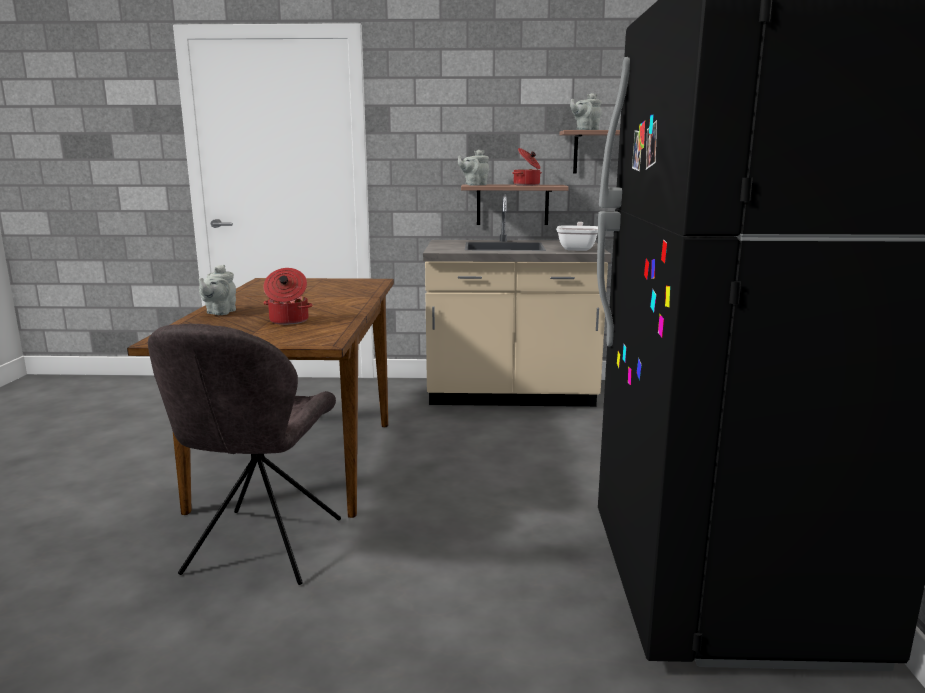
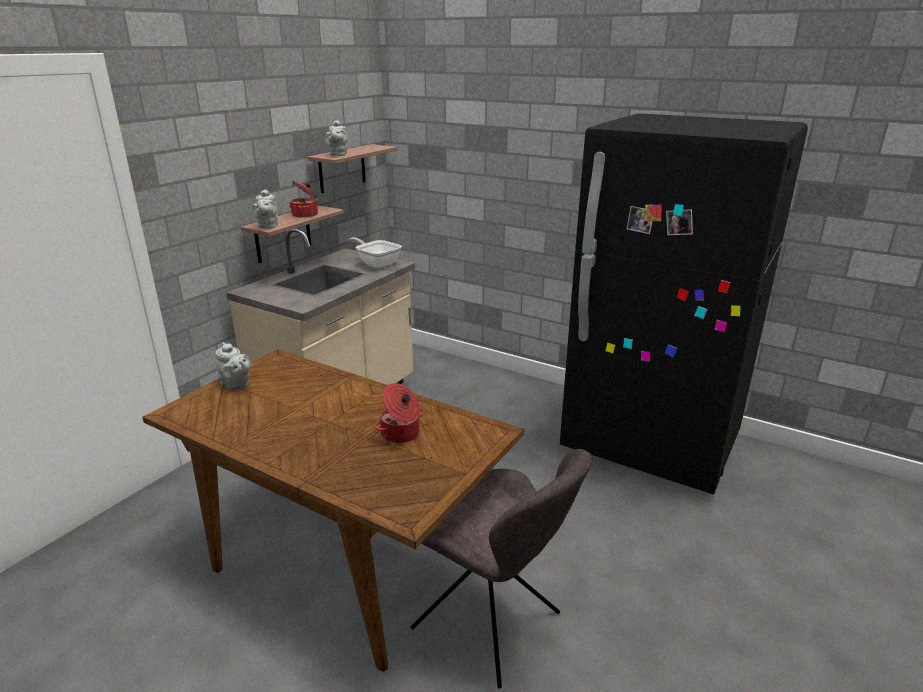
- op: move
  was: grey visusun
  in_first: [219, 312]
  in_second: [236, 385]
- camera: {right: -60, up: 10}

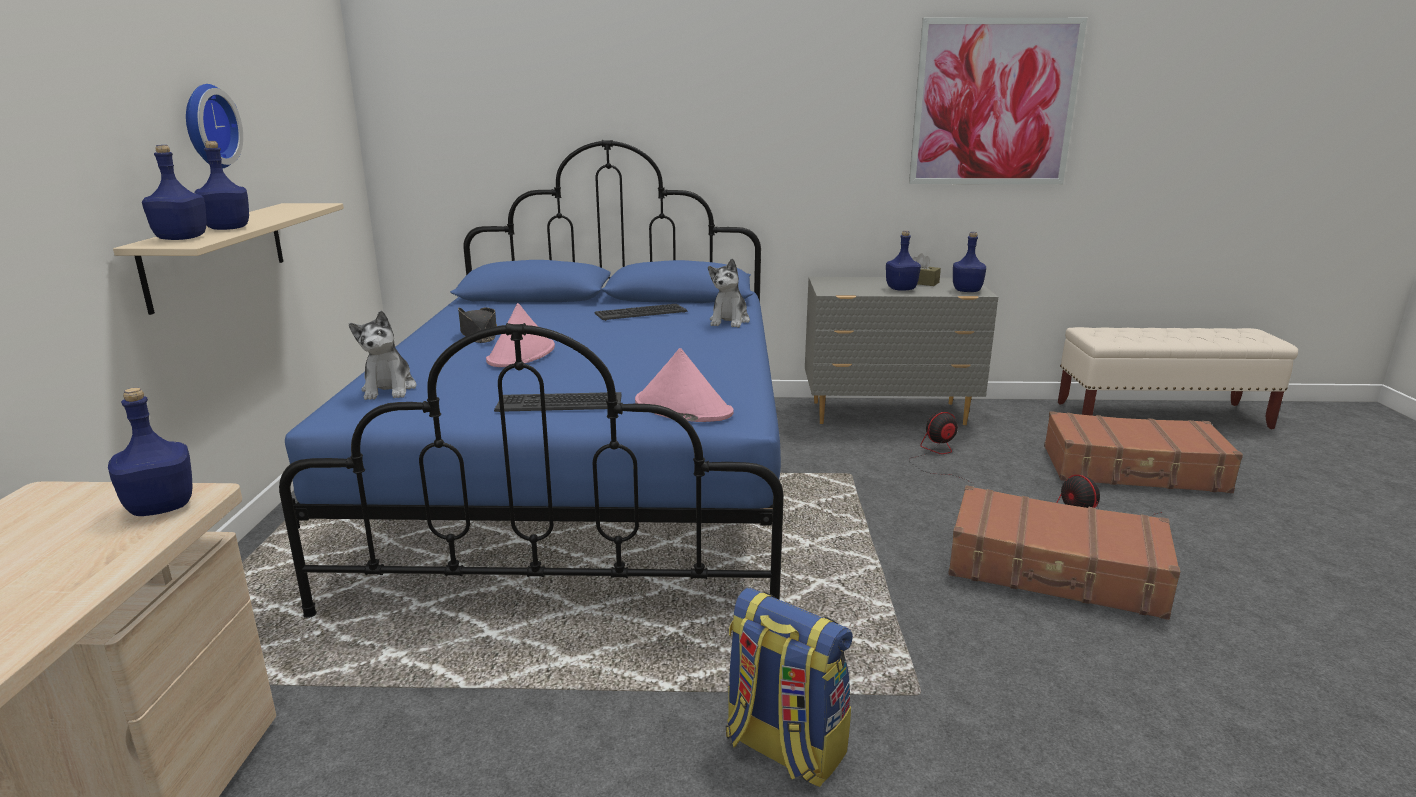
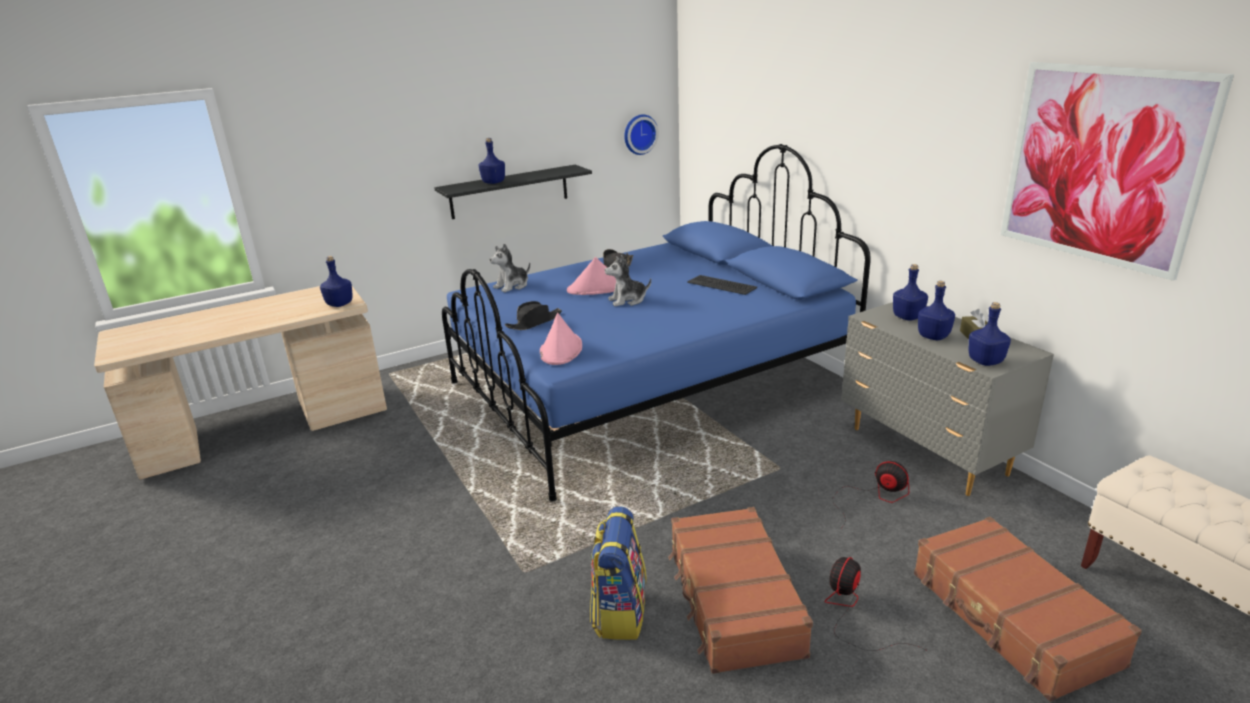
- op: recolor
  was: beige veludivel
  now: black veludivel
  in_first: [217, 253]
  in_second: [509, 192]
- op: move
  was: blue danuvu
  in_first: [181, 239]
  in_second: [907, 317]
- op: move
  was: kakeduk
  in_first: [207, 126]
  in_second: [639, 134]
- op: replace
  was: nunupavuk
  now: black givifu
  in_first: [560, 403]
  in_second: [534, 322]
- op: move
  was: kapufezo
  in_first: [729, 321]
  in_second: [627, 300]
- op: move
  was: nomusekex
  in_first: [783, 747]
  in_second: [619, 612]
- camera: {right: 60, up: 5}

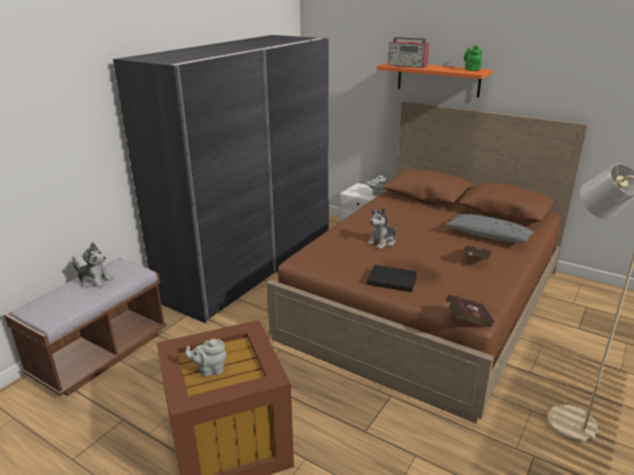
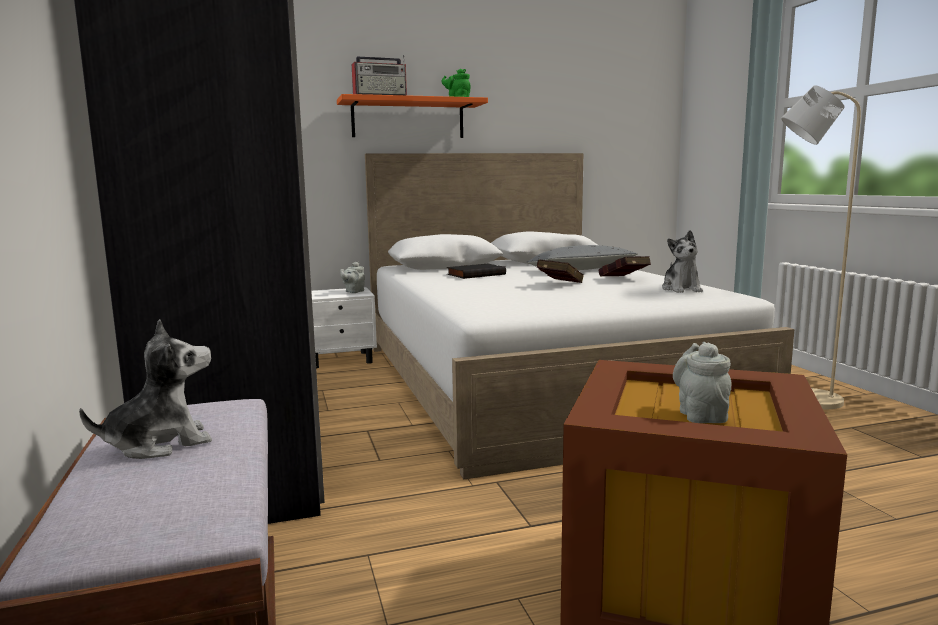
- op: rotate
  was: grey visusun
  in_first: [210, 370]
  in_second: [700, 414]
  clockwise: 150
- op: recolor
  was: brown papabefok
  now: white papabefok
  in_first: [427, 302]
  in_second: [537, 382]
- op: move
  was: kapufezo
  in_first: [382, 242]
  in_second: [681, 289]
- op: move
  was: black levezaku
  in_first: [392, 280]
  in_second: [475, 274]
- op: move
  was: red levezaku
  in_first: [466, 320]
  in_second: [558, 284]
- camera: {right: -50, up: -15}

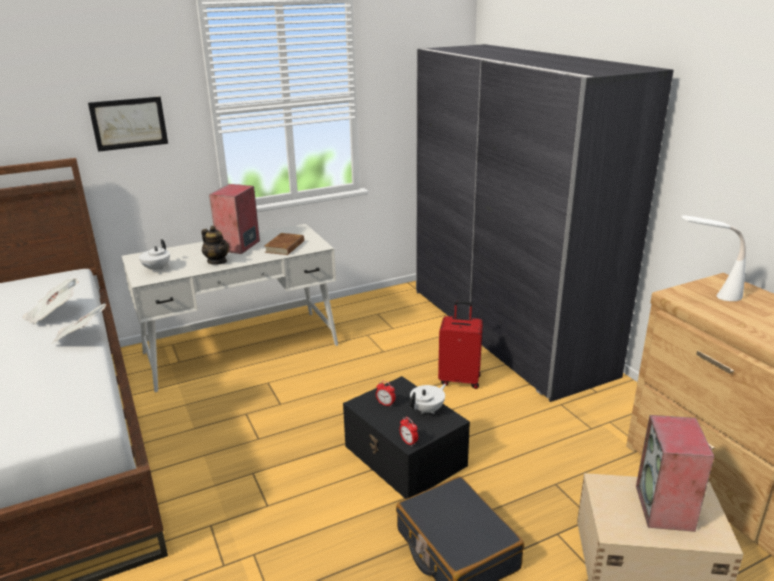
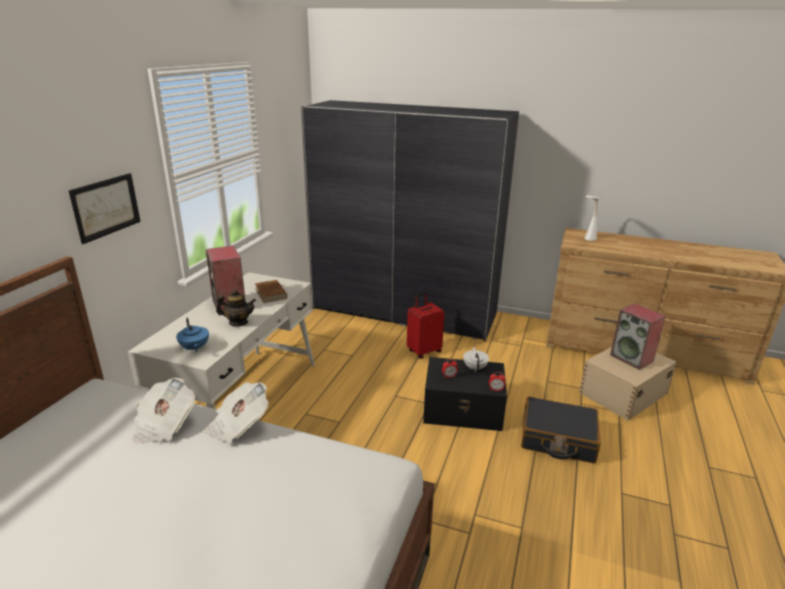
- op: recolor
  was: white visusun
  now: blue visusun
  in_first: [156, 269]
  in_second: [194, 348]
- camera: {right: -45, up: 0}

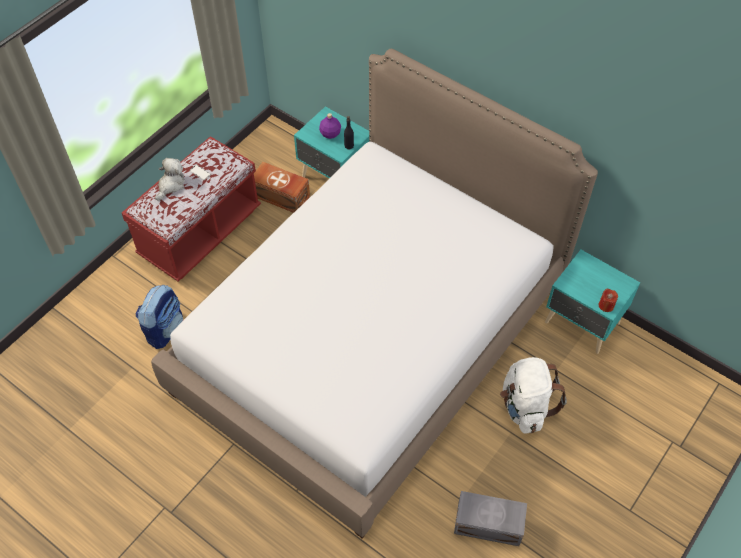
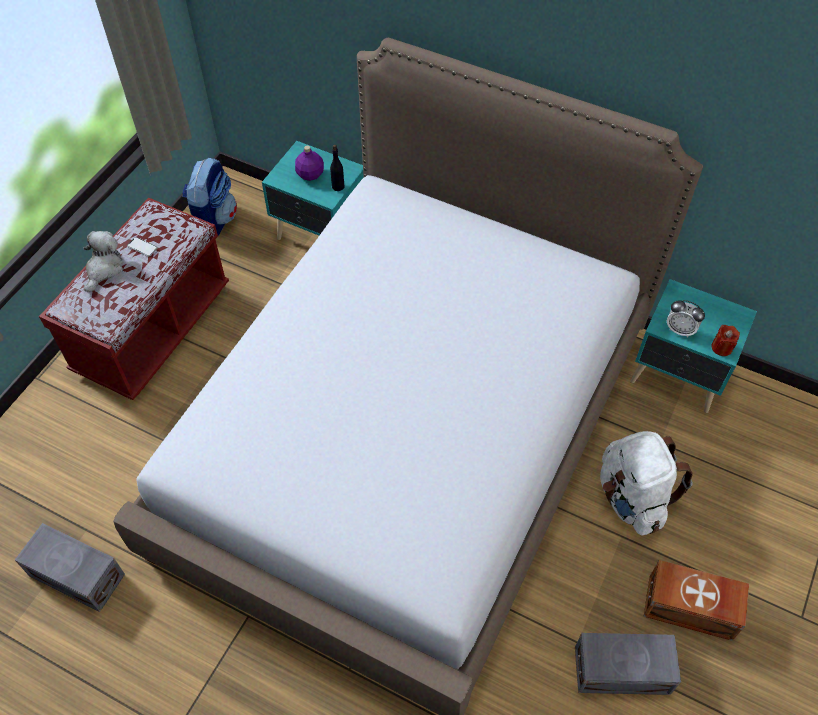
- op: move
  was: nomusekex
  in_first: [165, 329]
  in_second: [214, 219]
- op: move
  was: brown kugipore
  in_first: [281, 197]
  in_second: [691, 609]
- op: insert
  now: grey kugipore
  in_second: [77, 577]
- op: insert
  now: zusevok
  in_second: [680, 329]
- camera: {right: -10, up: 0}

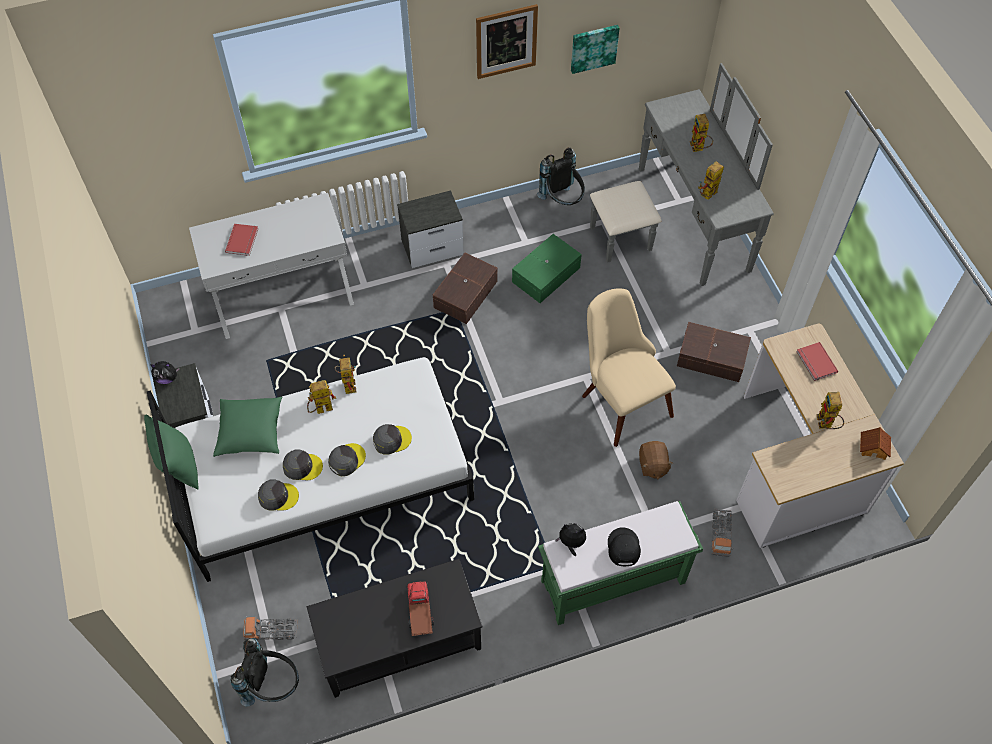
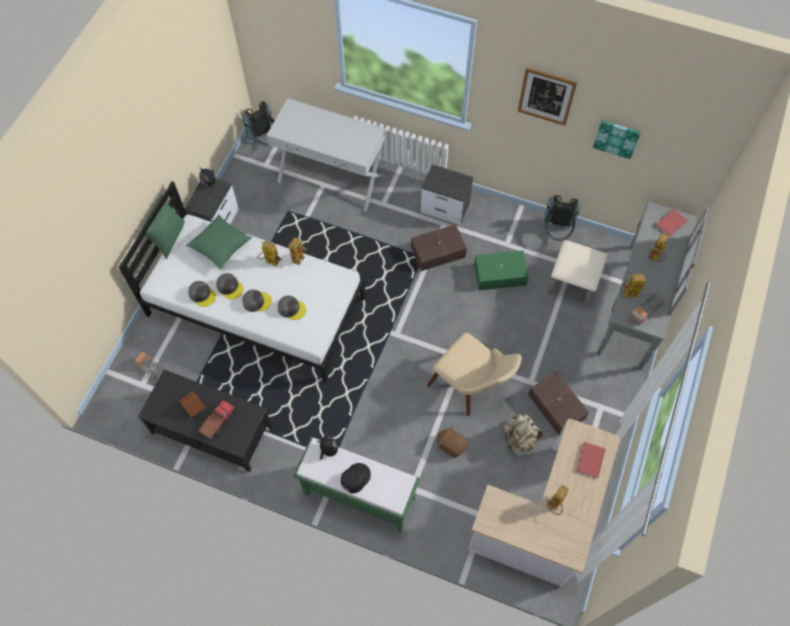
- op: move
  was: red levezaku
  in_first: [243, 240]
  in_second: [671, 224]
- op: move
  was: black nomusekex
  in_first: [272, 685]
  in_second: [266, 142]
- op: rotate
  was: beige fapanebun
  in_first: [620, 397]
  in_second: [472, 387]
  clockwise: 120
- op: rotate
  was: brown kapufezo
  in_first: [652, 465]
  in_second: [451, 445]
  clockwise: 90
- op: move
  was: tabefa
  in_first: [720, 534]
  in_second: [645, 310]
- op: move
  was: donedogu
  in_first: [873, 447]
  in_second: [193, 406]
- op: insert
  now: beige nomusekex
  in_second: [519, 438]
- camera: {right: 40, up: 5}

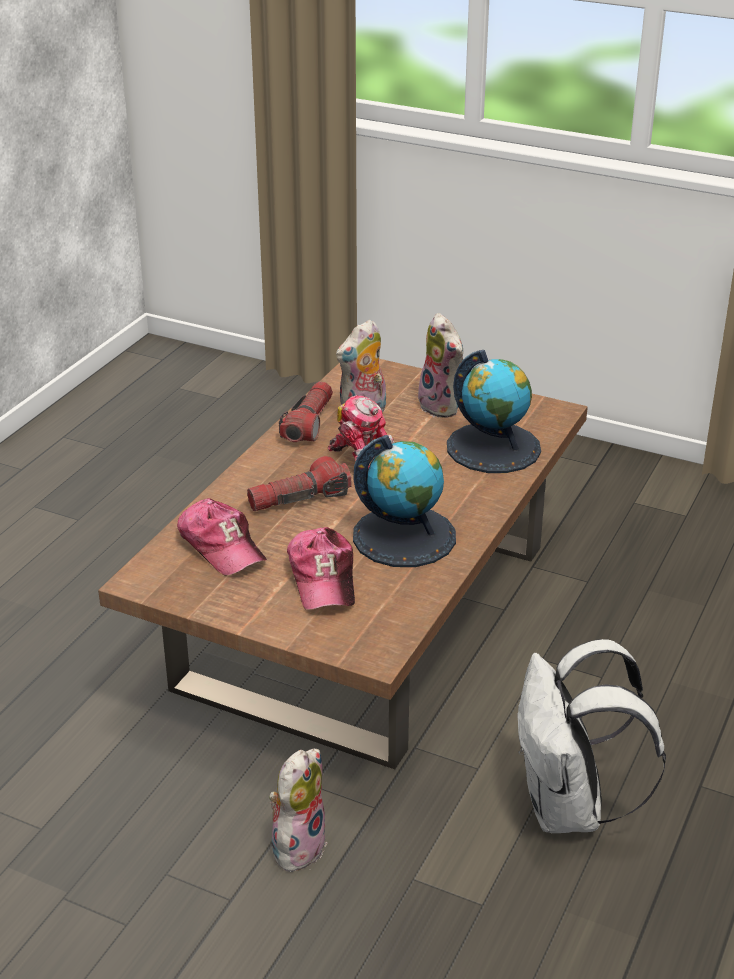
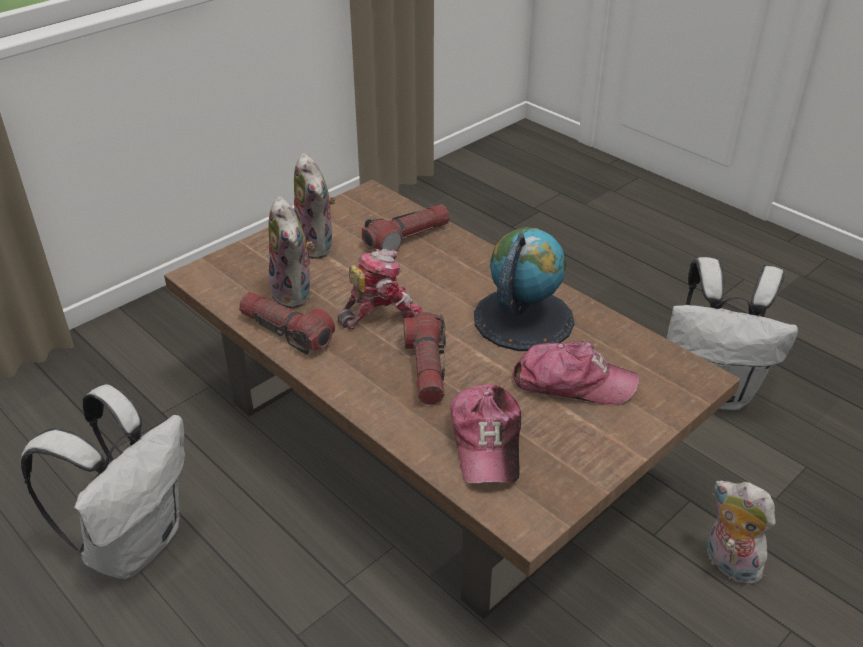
- op: rotate
  was: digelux
  in_first: [221, 546]
  in_second: [487, 441]
  clockwise: 105
- op: rotate
  was: kapufezo
  in_first: [443, 406]
  in_second: [317, 246]
  clockwise: 75
- op: replace
  was: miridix
  now: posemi
  in_first: [493, 447]
  in_second: [407, 238]
- op: insert
  now: white nomusekex
  in_second: [135, 542]
- camera: {right: -70, up: 5}

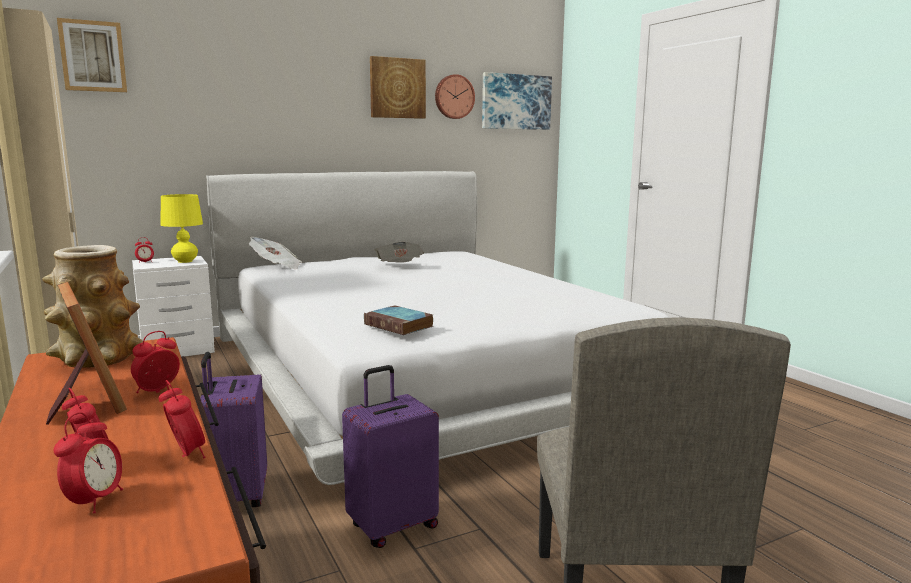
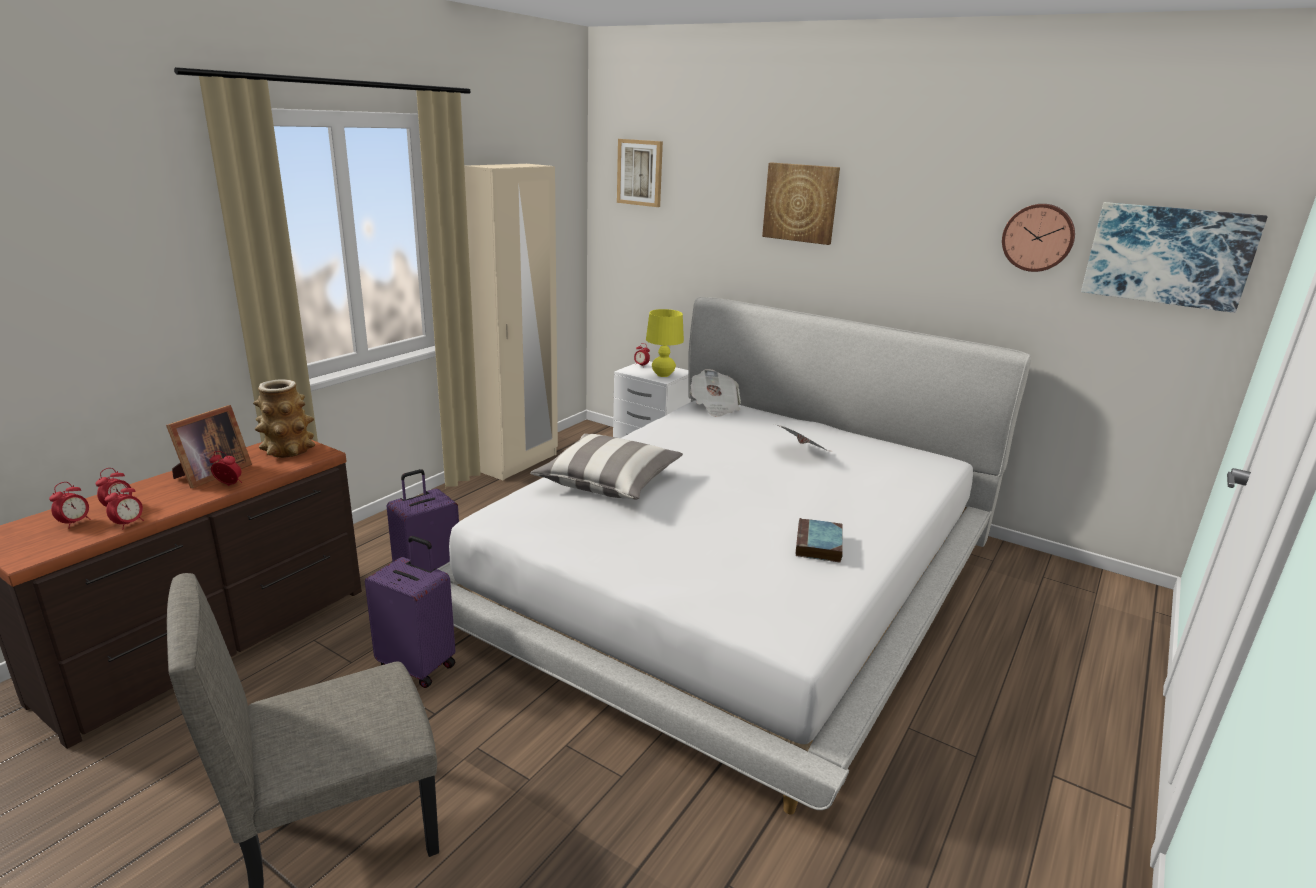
- op: rotate
  was: zusevok
  in_first: [95, 501]
  in_second: [75, 523]
  clockwise: -45
- op: move
  was: levezaku
  in_first: [400, 325]
  in_second: [819, 545]
- op: move
  was: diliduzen
  in_first: [397, 88]
  in_second: [801, 203]
- op: insert
  now: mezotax
  in_second: [608, 483]
- camera: {right: 60, up: 10}

